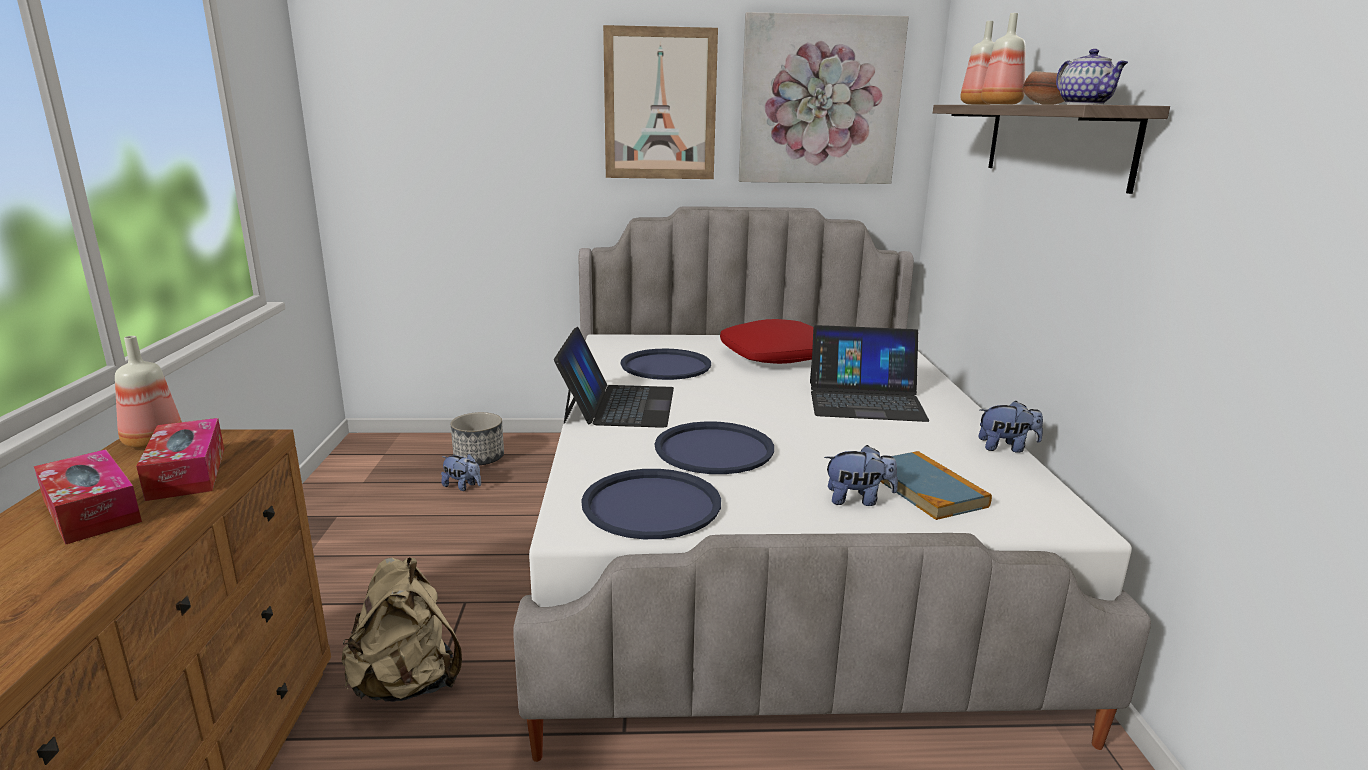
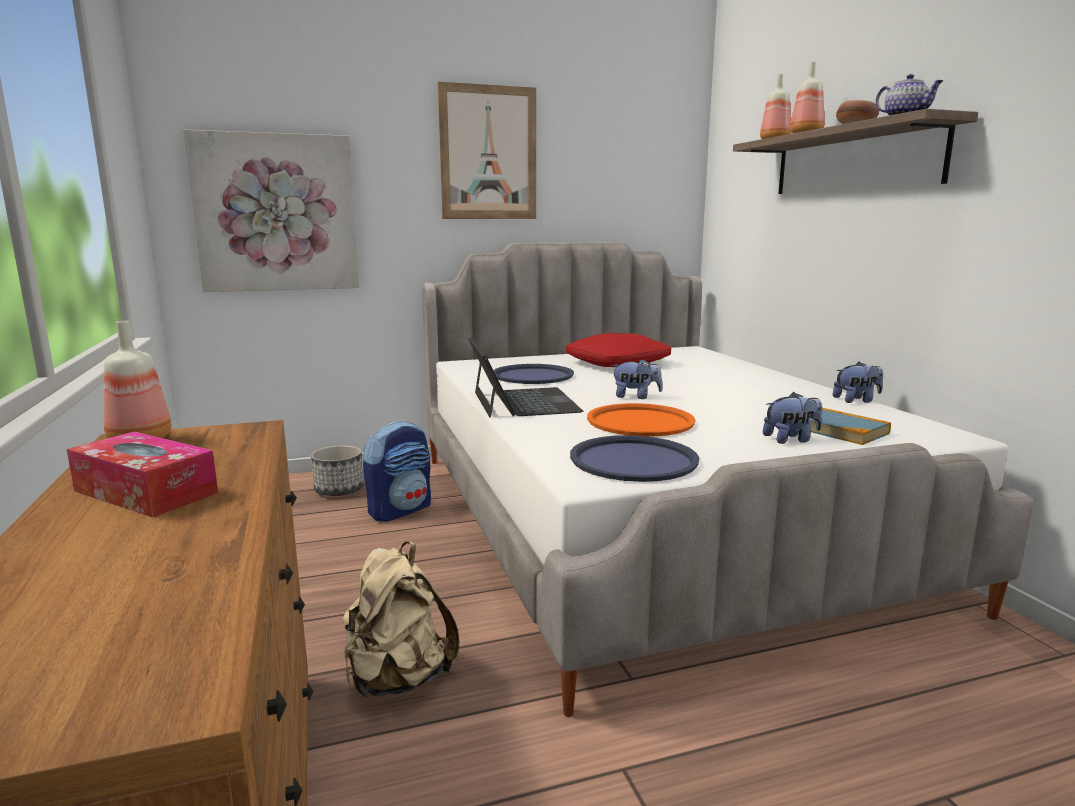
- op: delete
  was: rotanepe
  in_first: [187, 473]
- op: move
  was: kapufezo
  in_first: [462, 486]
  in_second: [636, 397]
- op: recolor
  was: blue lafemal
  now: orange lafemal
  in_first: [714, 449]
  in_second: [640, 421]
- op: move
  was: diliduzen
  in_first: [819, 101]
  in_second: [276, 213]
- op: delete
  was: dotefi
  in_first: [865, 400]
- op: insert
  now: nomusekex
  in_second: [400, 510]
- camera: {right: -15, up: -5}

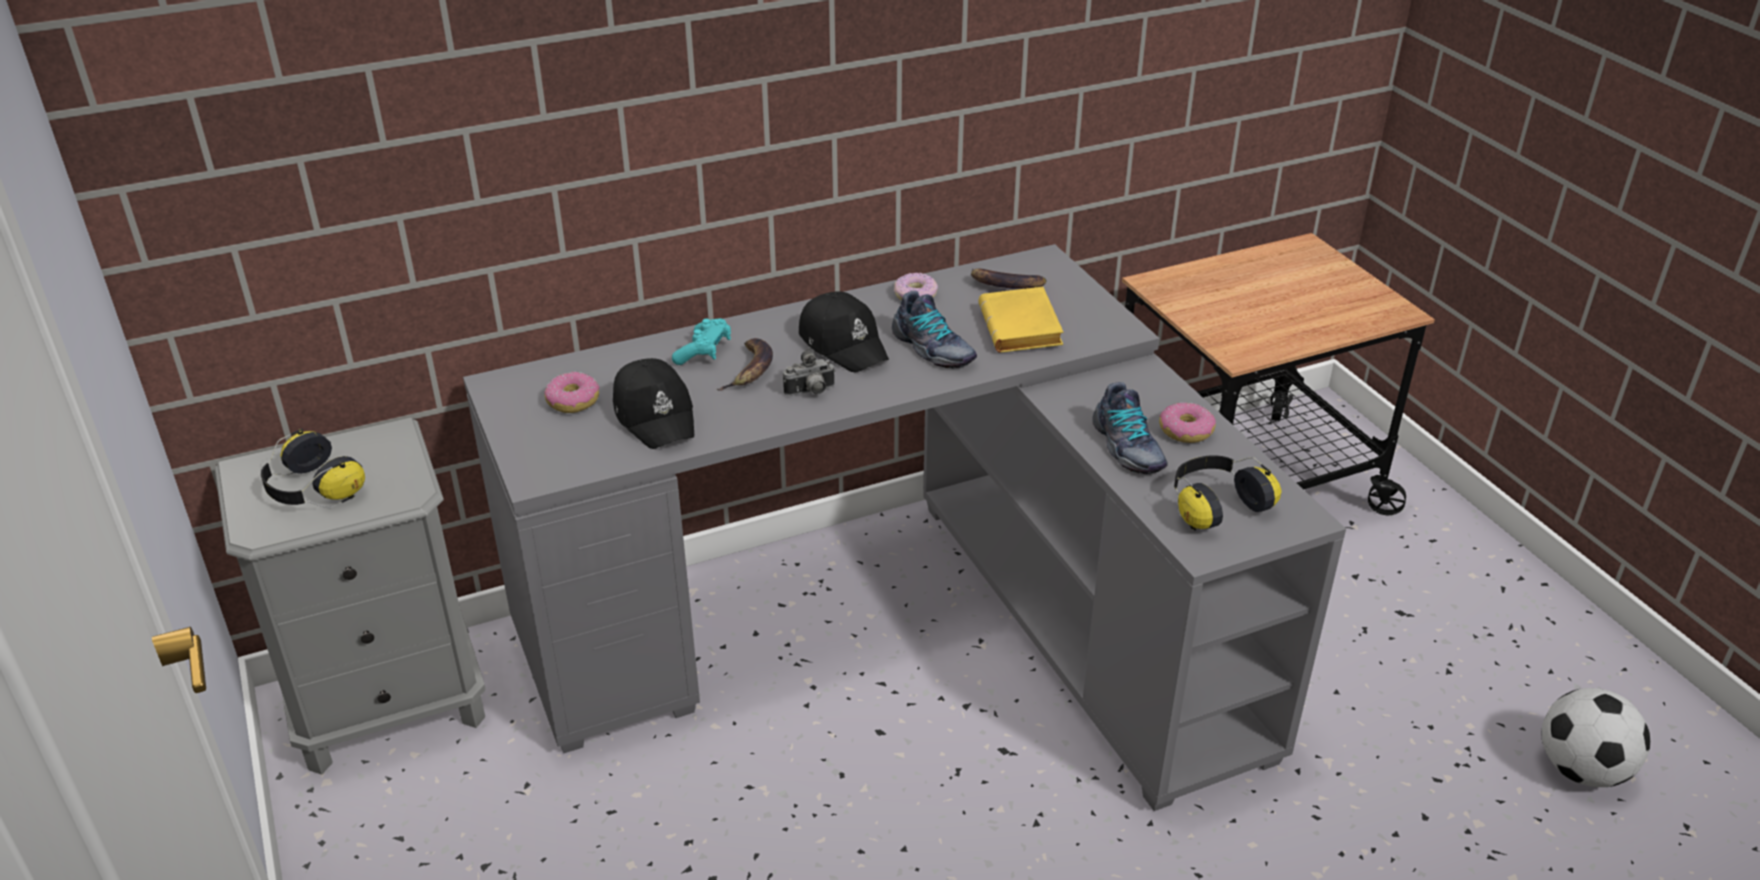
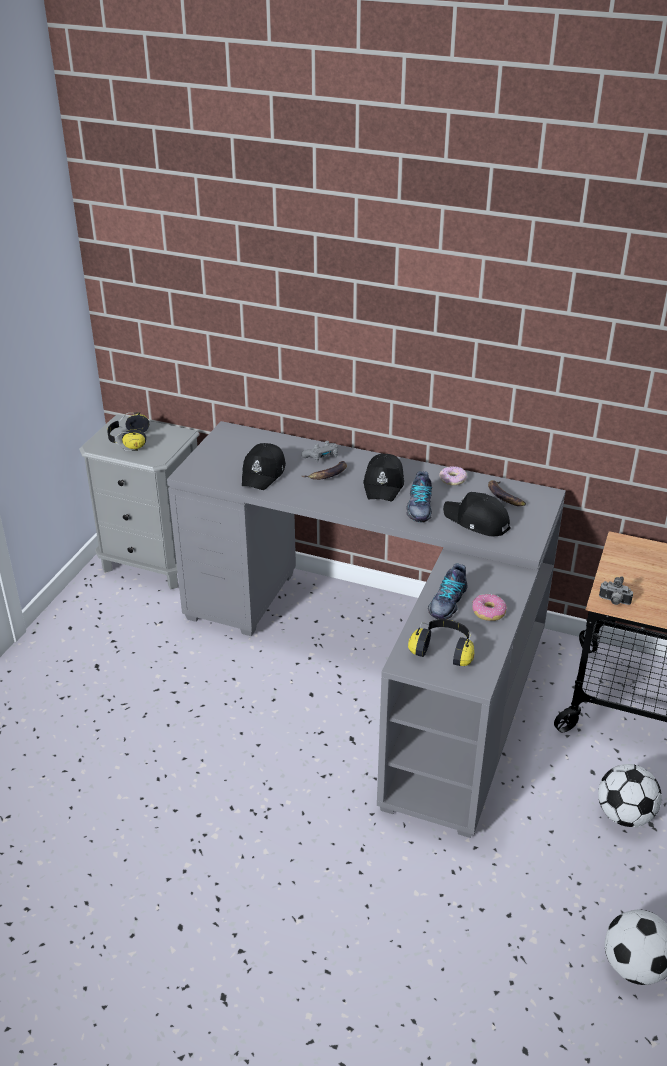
- op: delete
  was: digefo
  in_first: [573, 401]
- op: recolor
  was: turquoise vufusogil
  now: grey vufusogil
  in_first: [704, 352]
  in_second: [321, 457]
- op: move
  was: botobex
  in_first: [811, 392]
  in_second: [614, 602]
- op: replace
  was: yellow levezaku
  now: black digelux
  in_first: [1023, 330]
  in_second: [476, 521]
- op: insert
  now: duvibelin
  in_second: [624, 815]
- camera: {right: 45, up: 0}

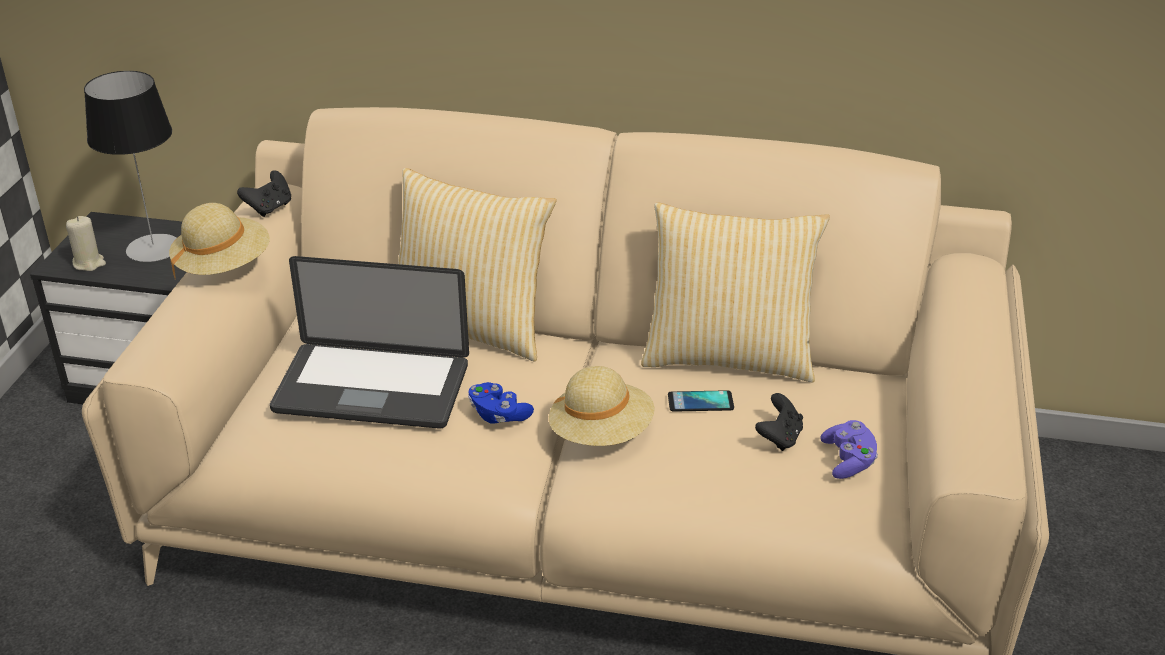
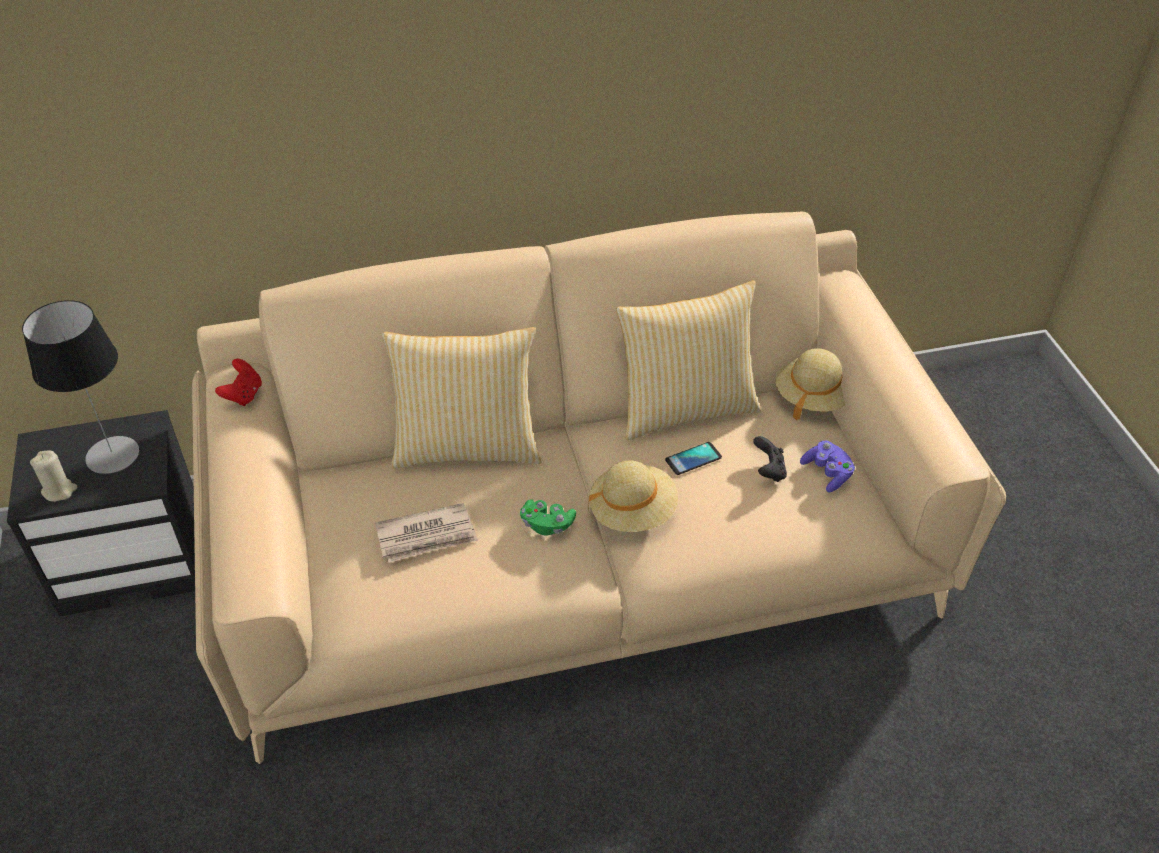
- op: move
  was: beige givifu
  in_first: [223, 266]
  in_second: [813, 395]
- op: recolor
  was: black vufusogil
  now: red vufusogil
  in_first: [269, 208]
  in_second: [243, 395]
- op: replace
  was: dotefi
  now: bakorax
  in_first: [372, 388]
  in_second: [427, 536]
- op: recolor
  was: blue vufusogil
  now: green vufusogil
  in_first: [498, 415]
  in_second: [547, 524]
- camera: {right: -25, up: 10}

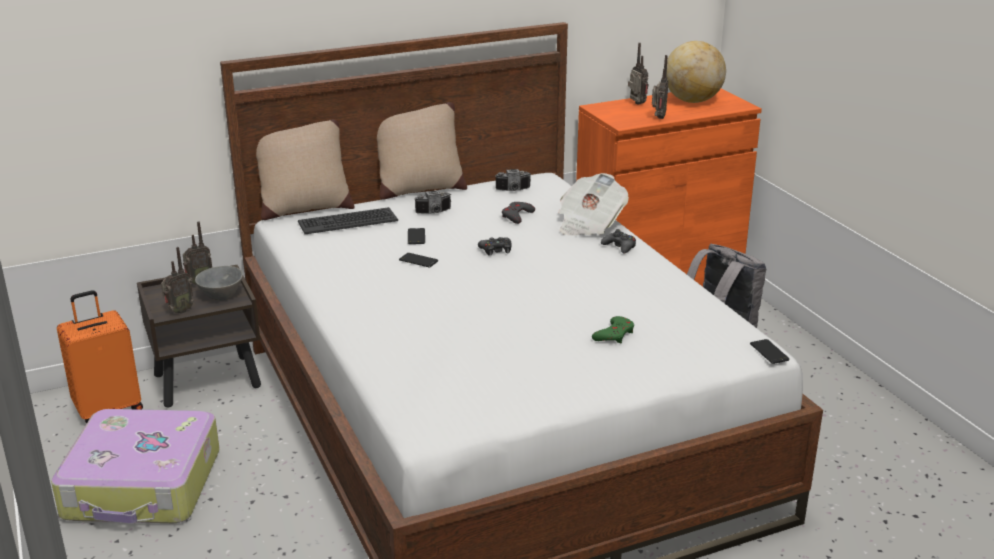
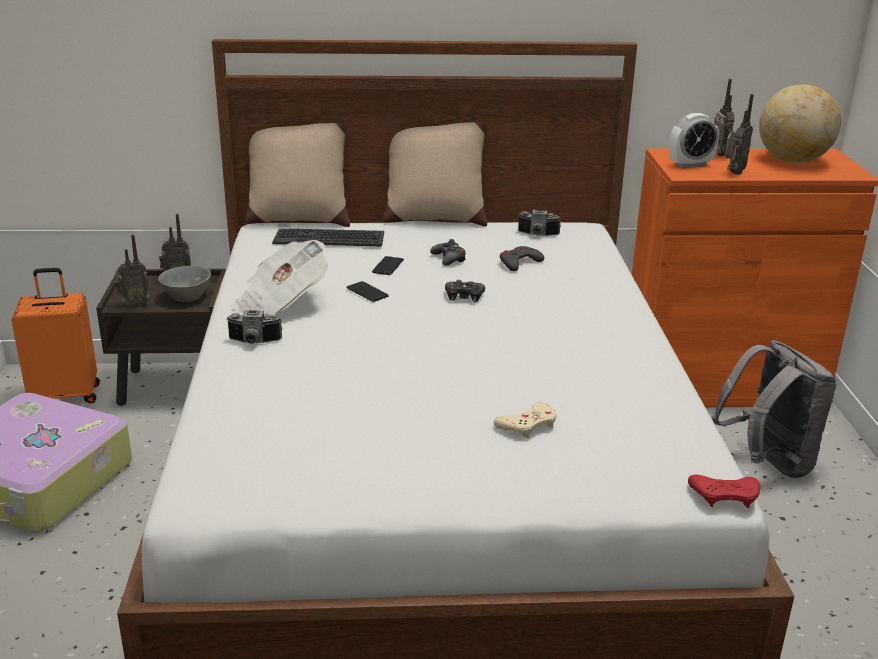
- op: move
  was: botobex
  in_first: [434, 213]
  in_second: [254, 342]
- op: move
  was: bakorax
  in_first: [589, 224]
  in_second: [281, 302]
- op: recolor
  was: green vufusogil
  now: beige vufusogil
  in_first: [614, 334]
  in_second: [528, 425]
- op: move
  was: black vufusogil
  in_first: [619, 247]
  in_second: [449, 259]
- op: replace
  was: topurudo
  now: red vufusogil
  in_first: [769, 352]
  in_second: [725, 495]
- op: insert
  now: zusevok
  in_second: [690, 165]
- camera: {right: 20, up: 0}

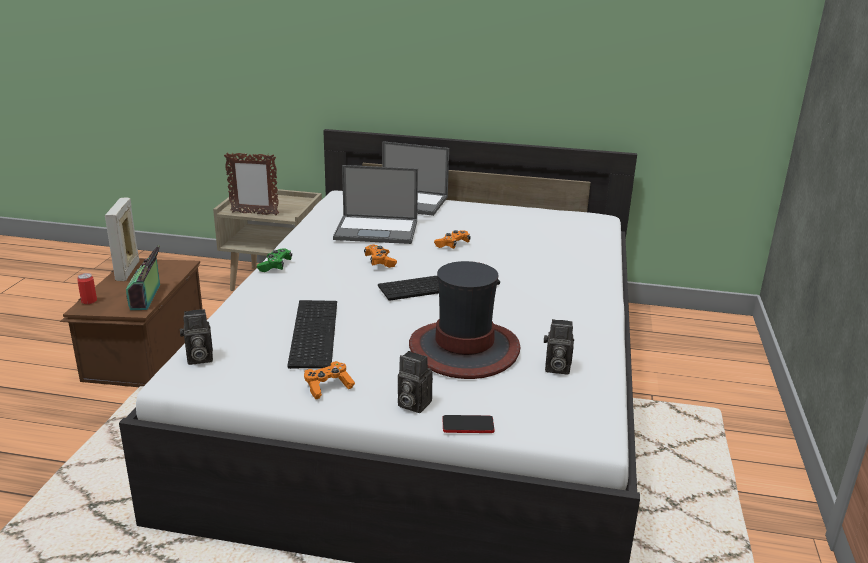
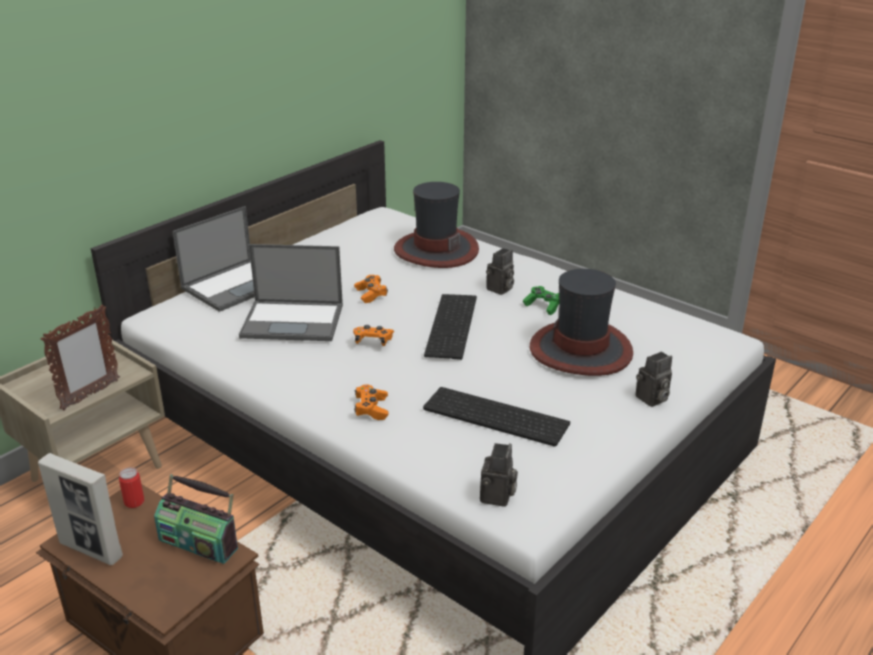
- op: move
  was: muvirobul
  in_first: [89, 301]
  in_second: [134, 502]
- op: move
  was: green vufusogil
  in_first: [275, 266]
  in_second: [543, 306]
- op: move
  was: orange vufusogil
  in_first: [328, 387]
  in_second: [371, 409]
- op: rotate
  was: dotefi
  in_first: [377, 230]
  in_second: [294, 321]
  clockwise: 60
- op: delete
  was: topurudo
  in_first: [468, 425]
- op: move
  was: botobex
  in_first: [555, 368]
  in_second: [500, 289]
- op: insert
  now: givifu
  in_second: [435, 250]
- camera: {right: -60, up: 5}

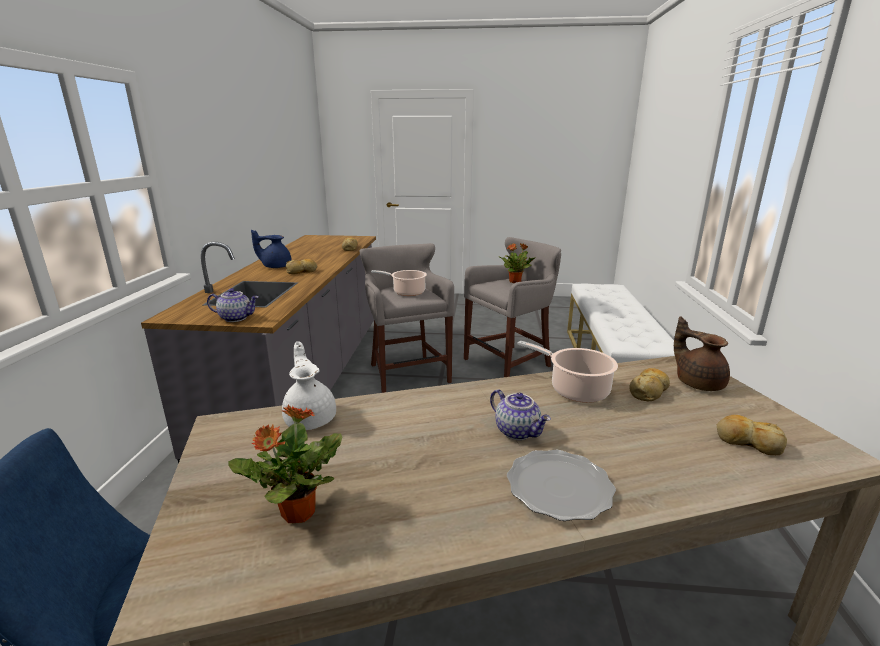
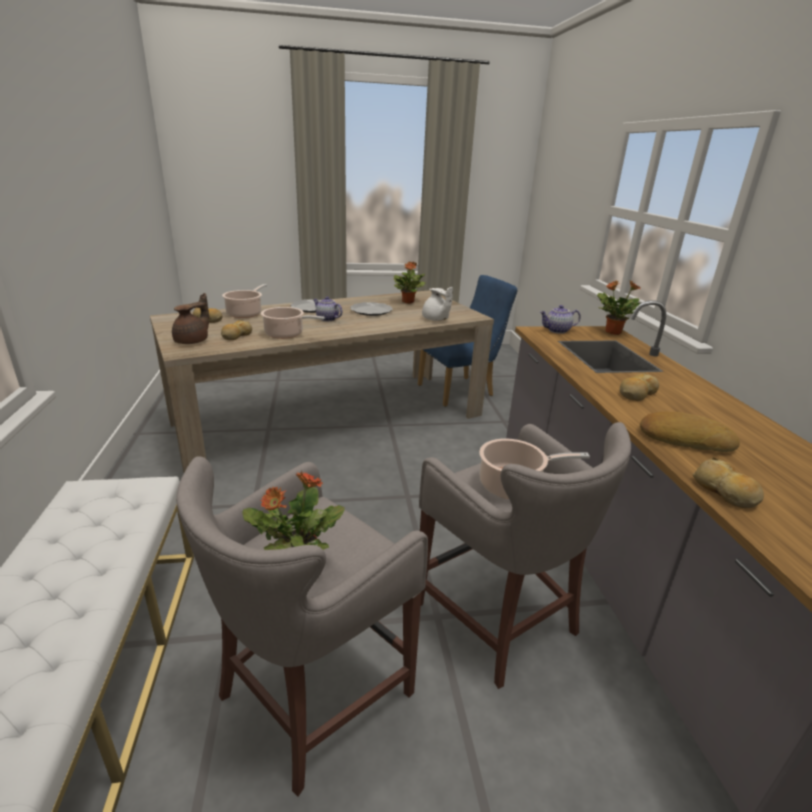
- op: delete
  was: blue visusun
  in_first: [276, 266]
- op: rotate
  was: brown visusun
  in_first: [698, 382]
  in_second: [193, 341]
  clockwise: -105
- op: insert
  now: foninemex
  in_second: [245, 313]
- op: insert
  now: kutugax
  in_second: [371, 310]
- op: insert
  now: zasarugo
  in_second: [612, 332]
- op: insert
  now: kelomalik
  in_second: [684, 438]
- camera: {right: 165, up: 5}

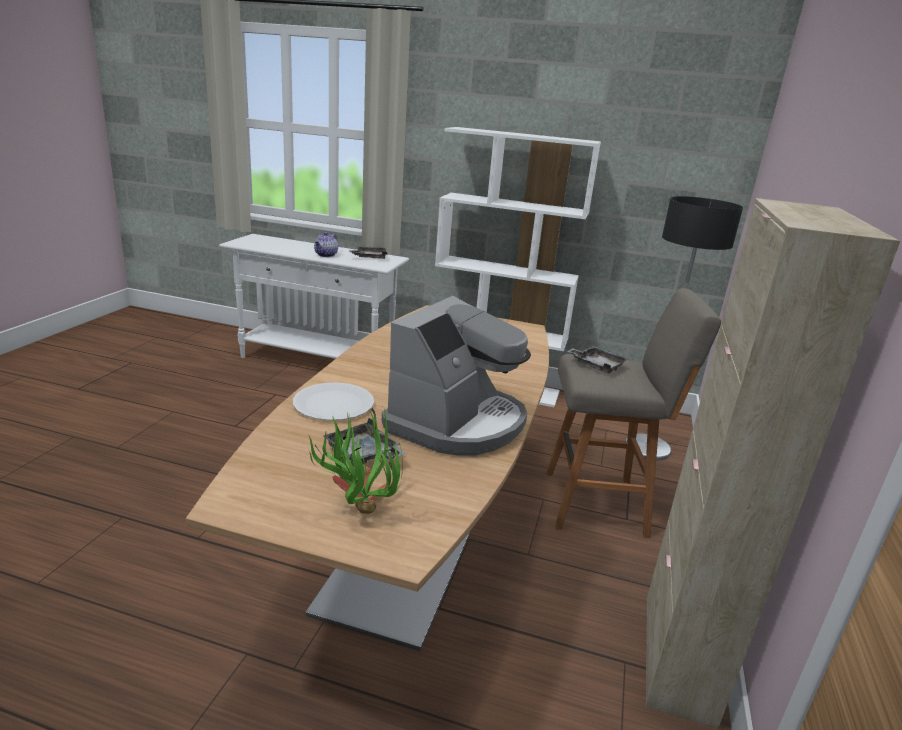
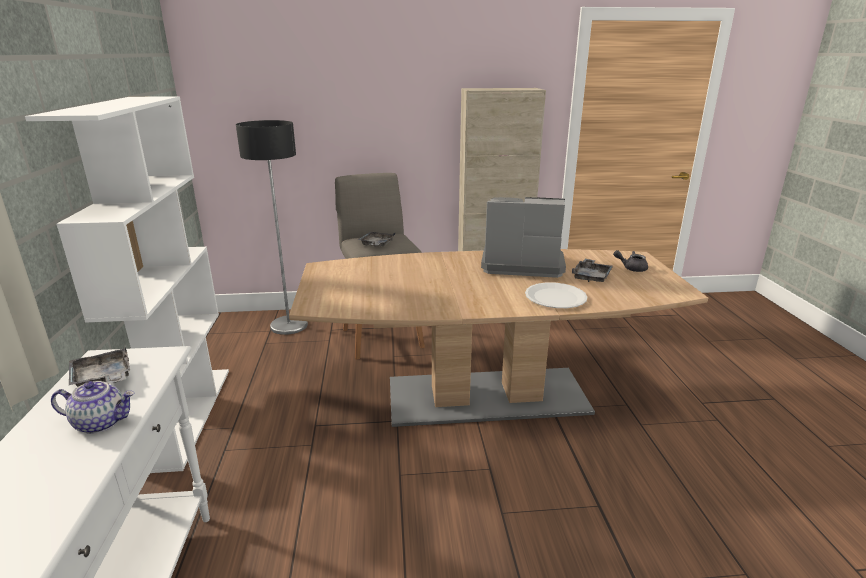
- op: replace
  was: zasarugo
  now: grey visusun
  in_first: [356, 507]
  in_second: [631, 268]
- camera: {right: -110, up: 0}

